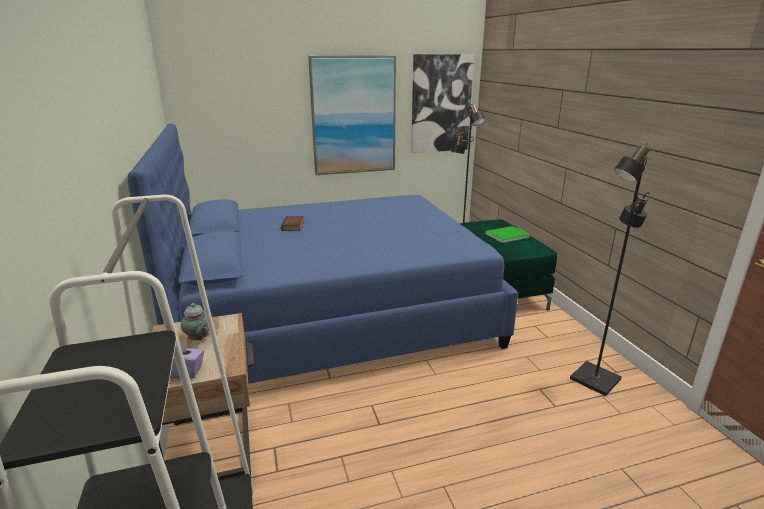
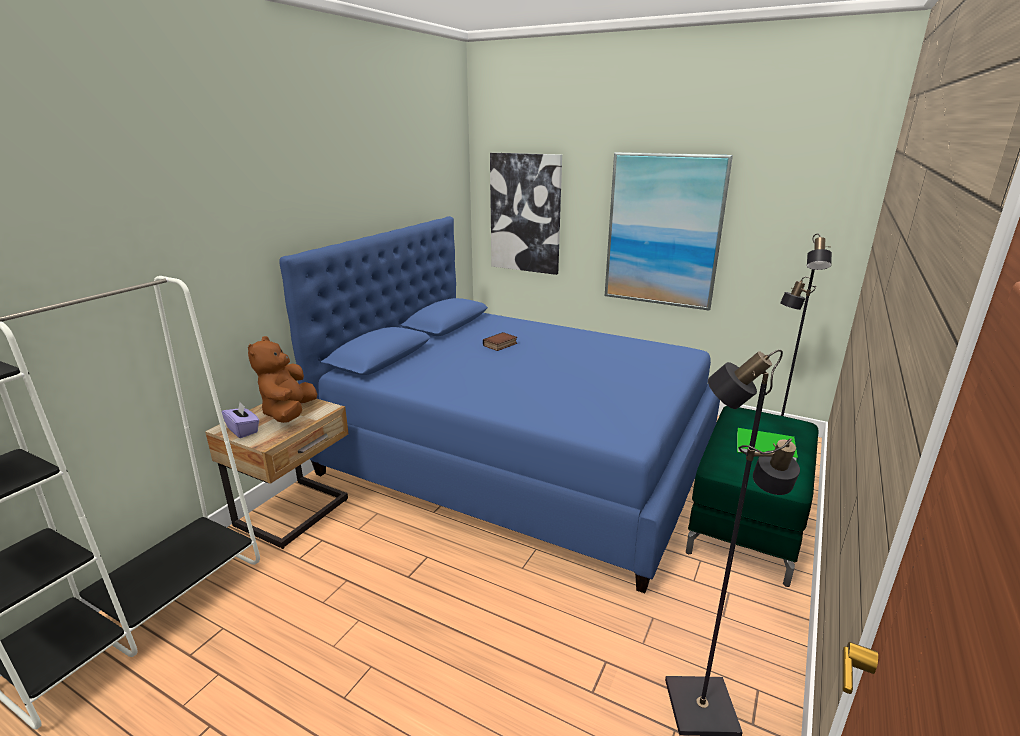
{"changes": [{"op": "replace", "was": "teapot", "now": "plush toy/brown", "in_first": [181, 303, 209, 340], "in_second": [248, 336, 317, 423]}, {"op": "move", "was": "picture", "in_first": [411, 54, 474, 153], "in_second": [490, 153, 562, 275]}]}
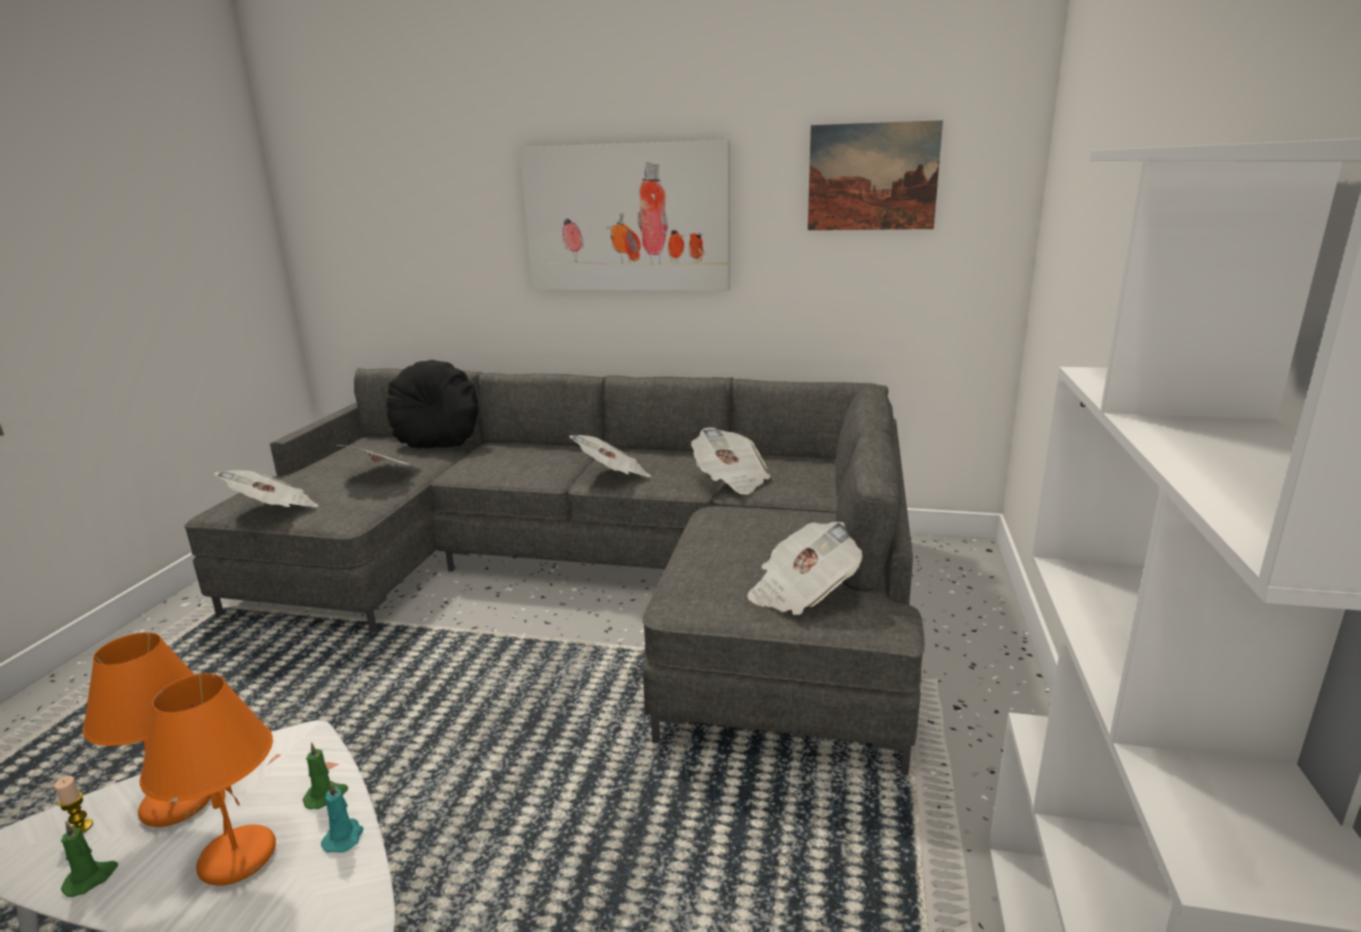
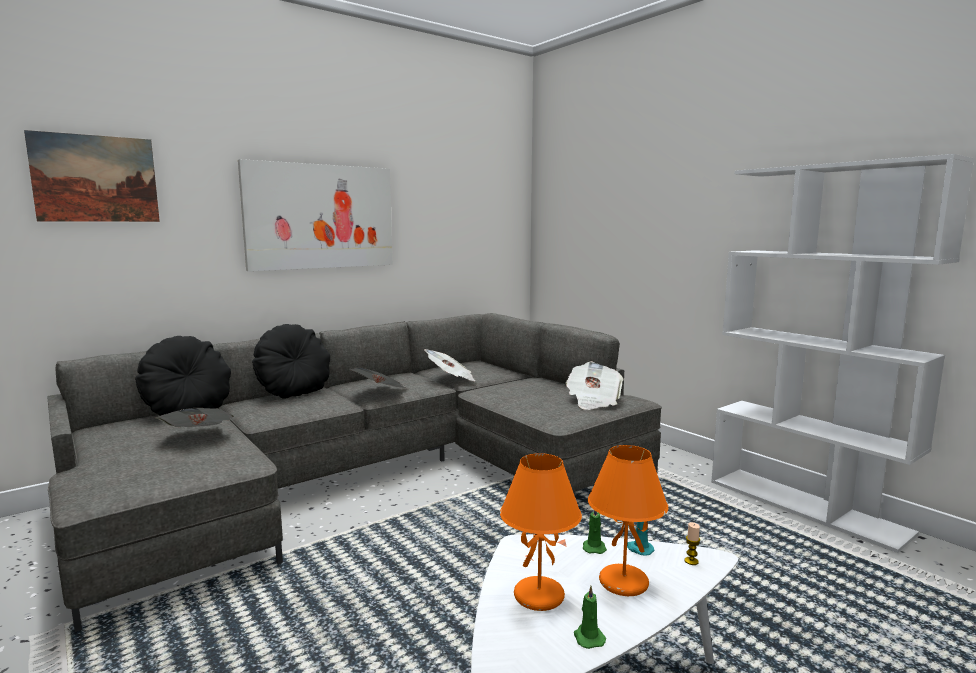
{"changes": [{"op": "move", "was": "picture", "in_first": [808, 120, 943, 230], "in_second": [24, 130, 160, 222]}, {"op": "insert", "now": "pillow/black", "in_second": [252, 324, 330, 399]}, {"op": "move", "was": "candle", "in_first": [54, 776, 93, 833], "in_second": [685, 522, 700, 565]}, {"op": "delete", "was": "newspaper", "in_first": [214, 470, 318, 507]}]}
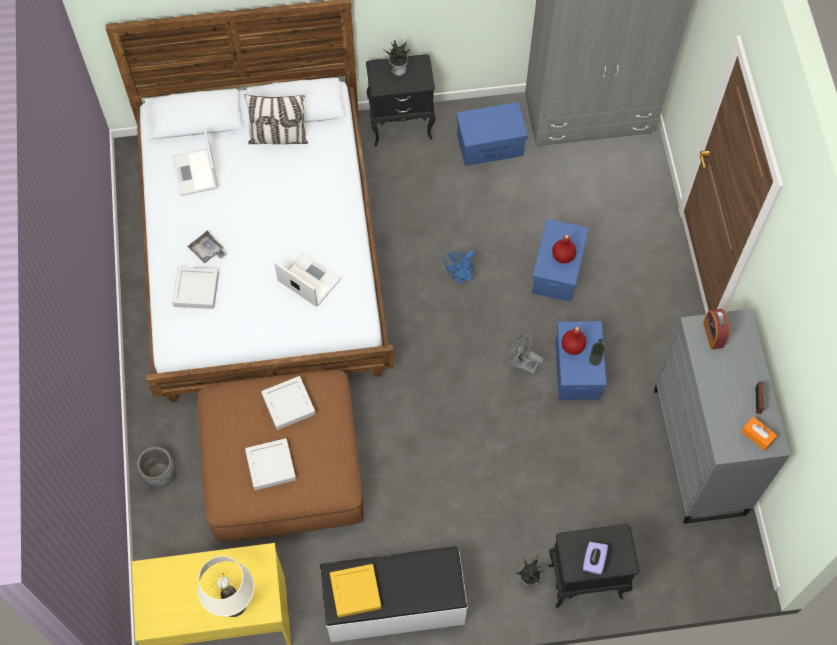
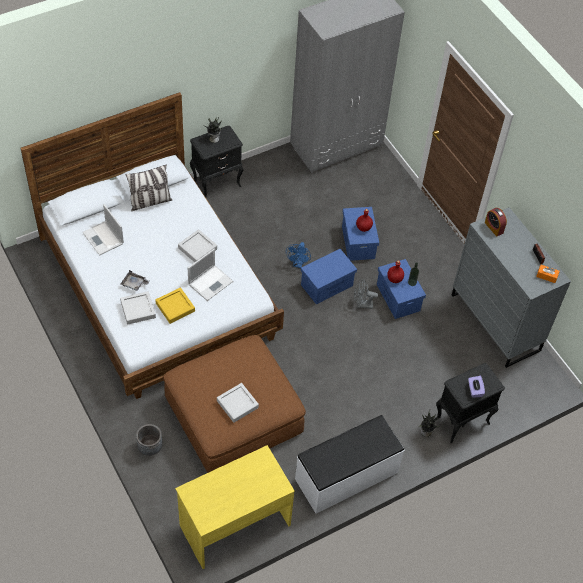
{"changes": [{"op": "move", "was": "tray/yellow", "in_first": [330, 564, 381, 618], "in_second": [155, 288, 195, 324]}, {"op": "move", "was": "tray/grey", "in_first": [261, 376, 316, 430], "in_second": [178, 229, 217, 262]}, {"op": "rotate", "was": "laptop", "in_first": [274, 252, 341, 307], "in_second": [188, 249, 233, 301], "clockwise": 120}, {"op": "move", "was": "storage box/blue", "in_first": [456, 102, 528, 166], "in_second": [301, 249, 357, 305]}, {"op": "delete", "was": "table lamp/white", "in_first": [197, 556, 254, 617]}]}
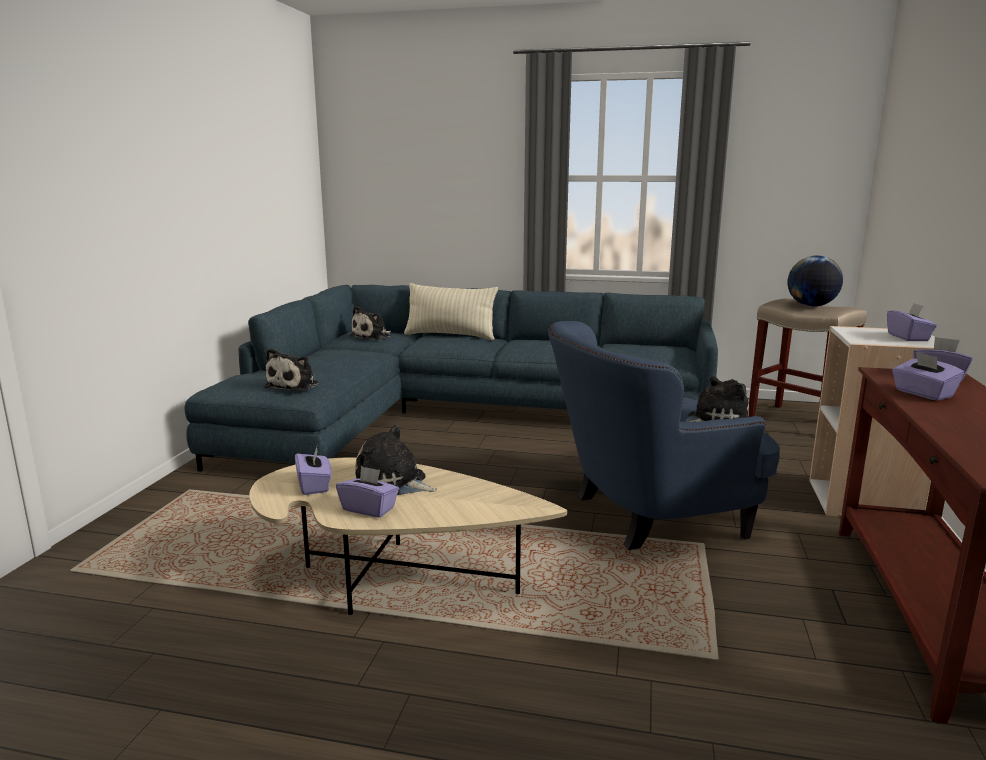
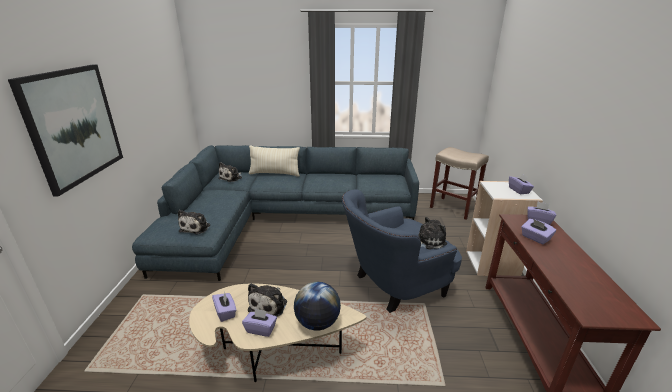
{"changes": [{"op": "insert", "now": "picture", "in_second": [8, 64, 123, 197]}, {"op": "rotate", "was": "plush toy", "in_first": [355, 425, 438, 495], "in_second": [248, 283, 287, 317], "clockwise": -90}, {"op": "move", "was": "globe", "in_first": [788, 255, 843, 307], "in_second": [294, 282, 341, 331]}]}
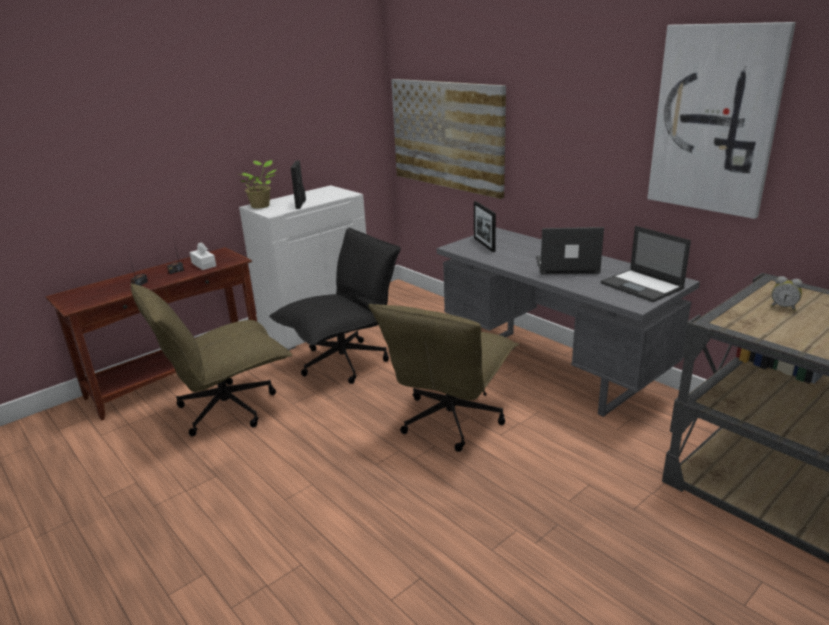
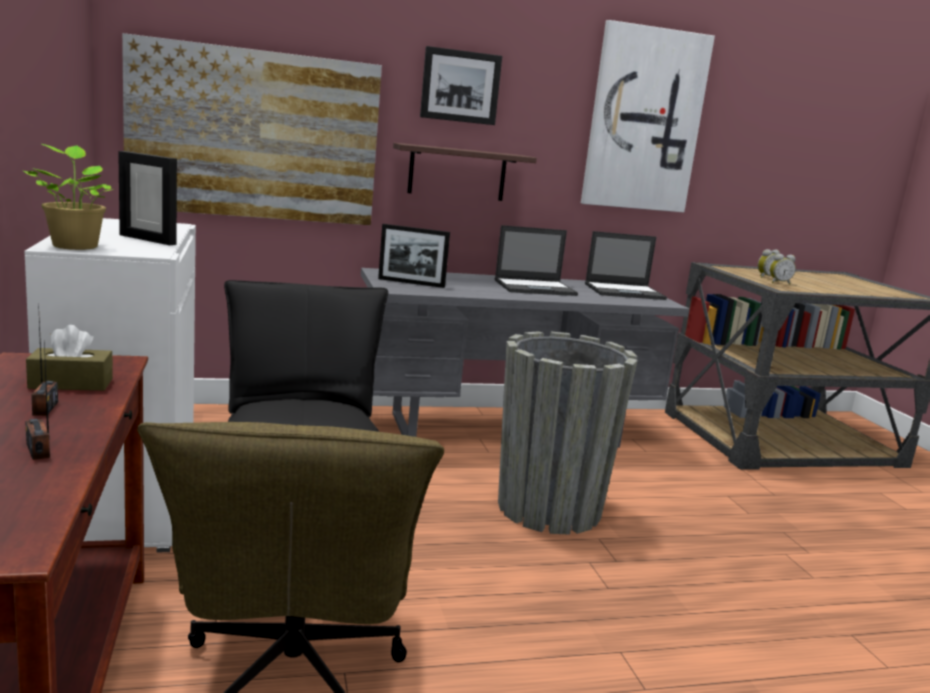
{"changes": [{"op": "recolor", "was": "tissue box/white", "now": "tissue box/brown", "in_first": [189, 242, 216, 270], "in_second": [26, 325, 113, 391]}, {"op": "insert", "now": "shelf", "in_second": [393, 143, 537, 201]}, {"op": "insert", "now": "picture", "in_second": [420, 46, 502, 125]}, {"op": "rotate", "was": "laptop", "in_first": [536, 227, 604, 275], "in_second": [495, 225, 578, 296], "clockwise": -135}, {"op": "replace", "was": "office chair/beige", "now": "planter/grey", "in_first": [368, 304, 519, 452], "in_second": [498, 331, 638, 535]}, {"op": "insert", "now": "alarm clock", "in_second": [770, 254, 796, 285]}]}
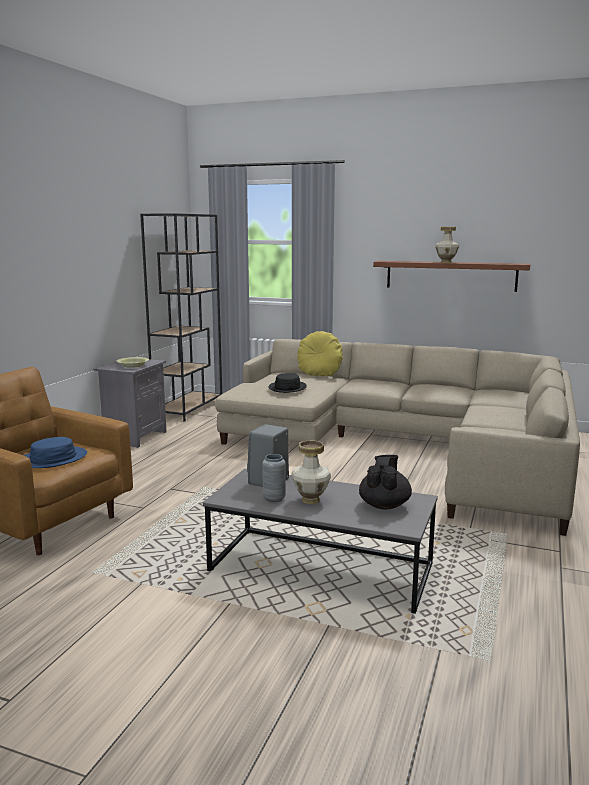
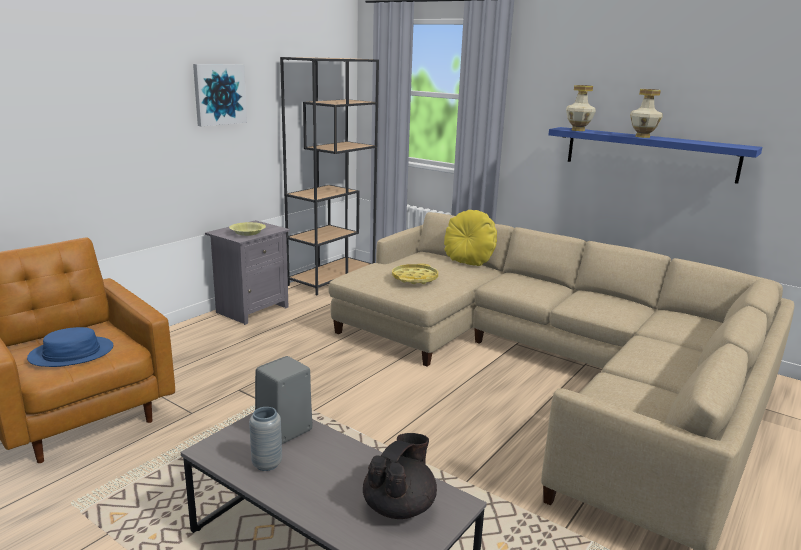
{"changes": [{"op": "insert", "now": "picture", "in_second": [193, 64, 247, 126]}, {"op": "replace", "was": "hat/black", "now": "tray/yellow", "in_first": [268, 373, 307, 393], "in_second": [392, 263, 438, 284]}, {"op": "recolor", "was": "shelf/brown", "now": "shelf/blue", "in_first": [373, 261, 531, 292], "in_second": [549, 127, 763, 184]}, {"op": "move", "was": "vase", "in_first": [291, 440, 331, 504], "in_second": [566, 85, 596, 131]}]}
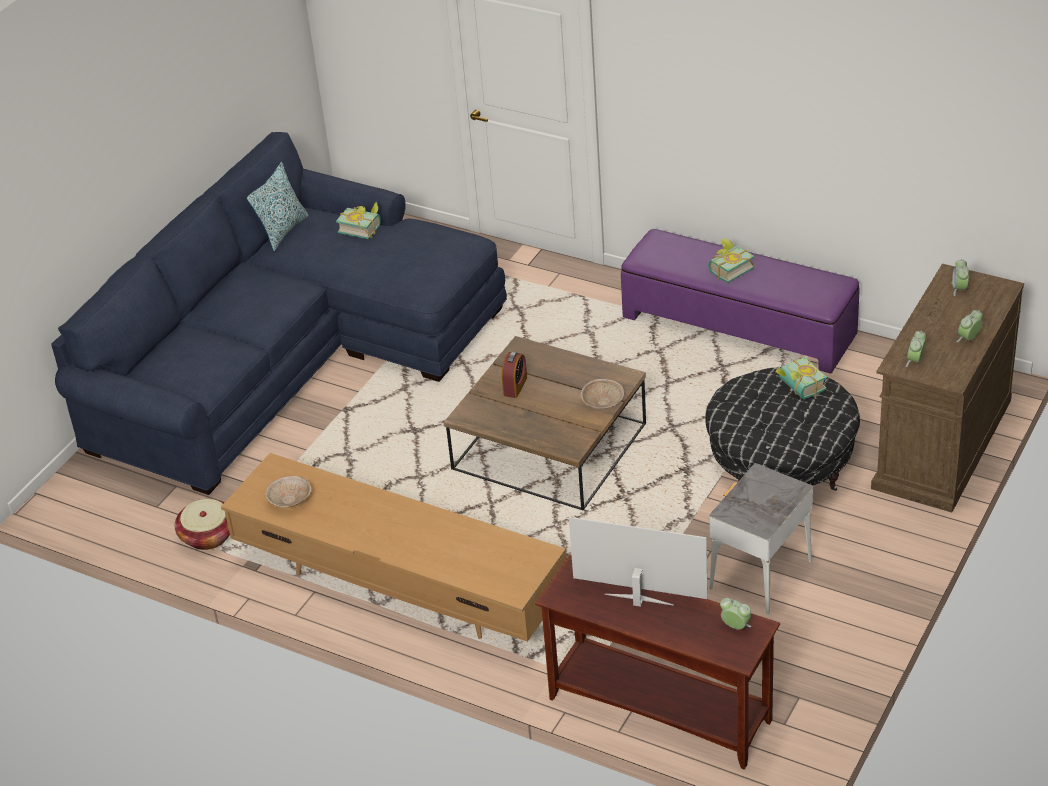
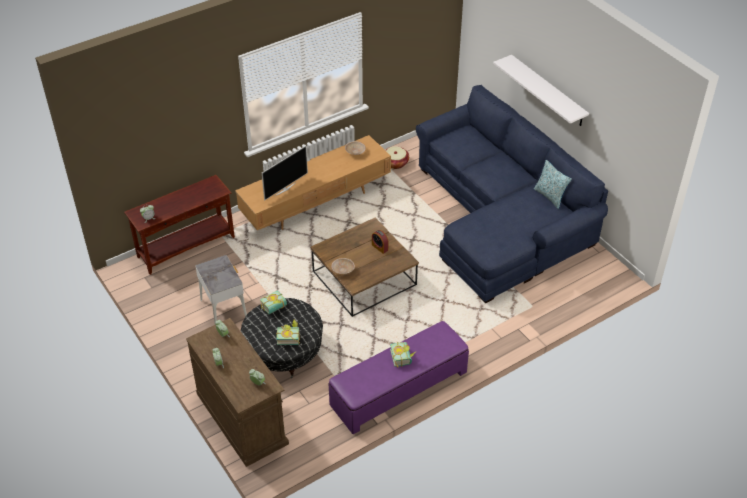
{"changes": [{"op": "move", "was": "book", "in_first": [336, 202, 381, 239], "in_second": [260, 291, 287, 314]}, {"op": "move", "was": "television", "in_first": [569, 517, 708, 607], "in_second": [262, 146, 308, 200]}, {"op": "insert", "now": "shelf/white", "in_second": [493, 55, 589, 126]}]}
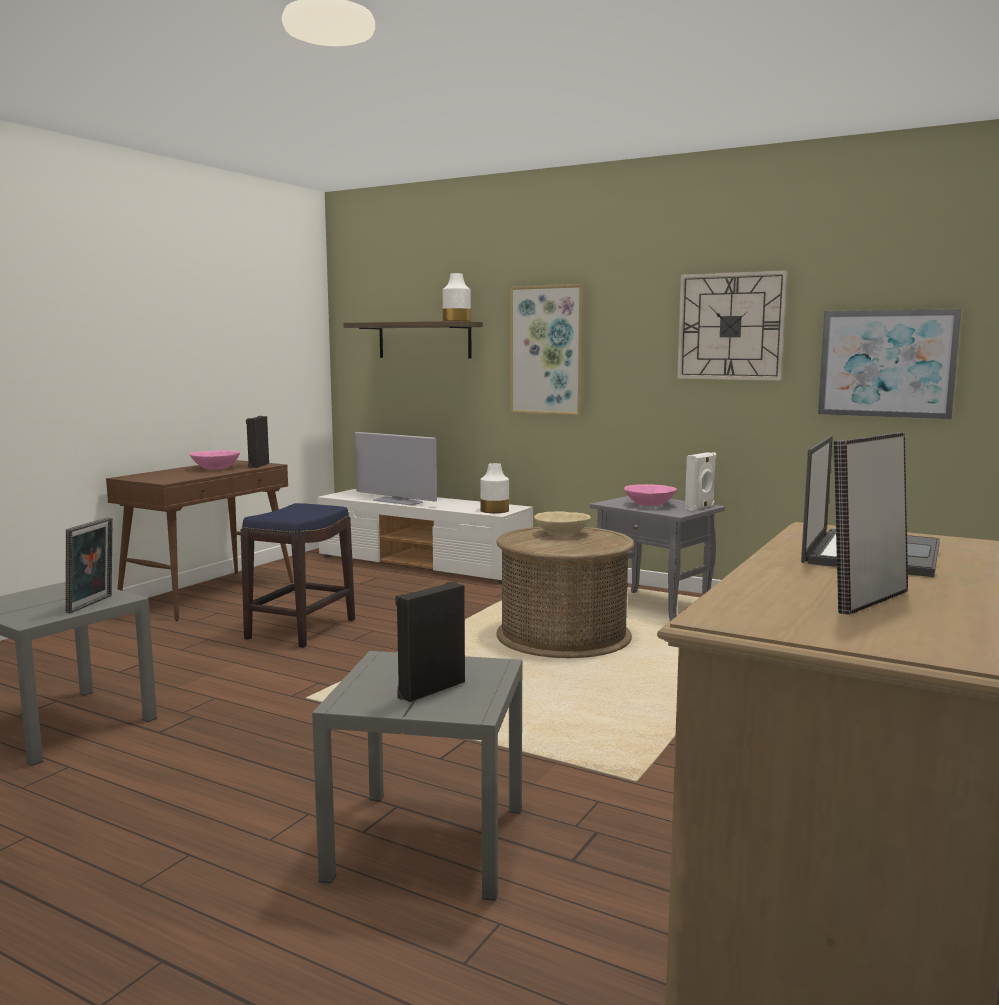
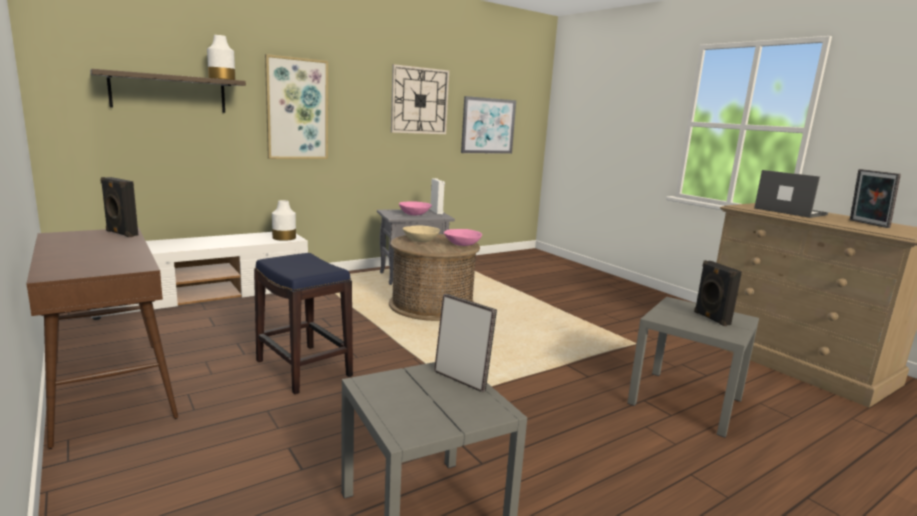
{"changes": [{"op": "move", "was": "bowl/pink", "in_first": [189, 450, 240, 469], "in_second": [444, 229, 482, 246]}, {"op": "delete", "was": "television", "in_first": [355, 432, 437, 505]}]}
